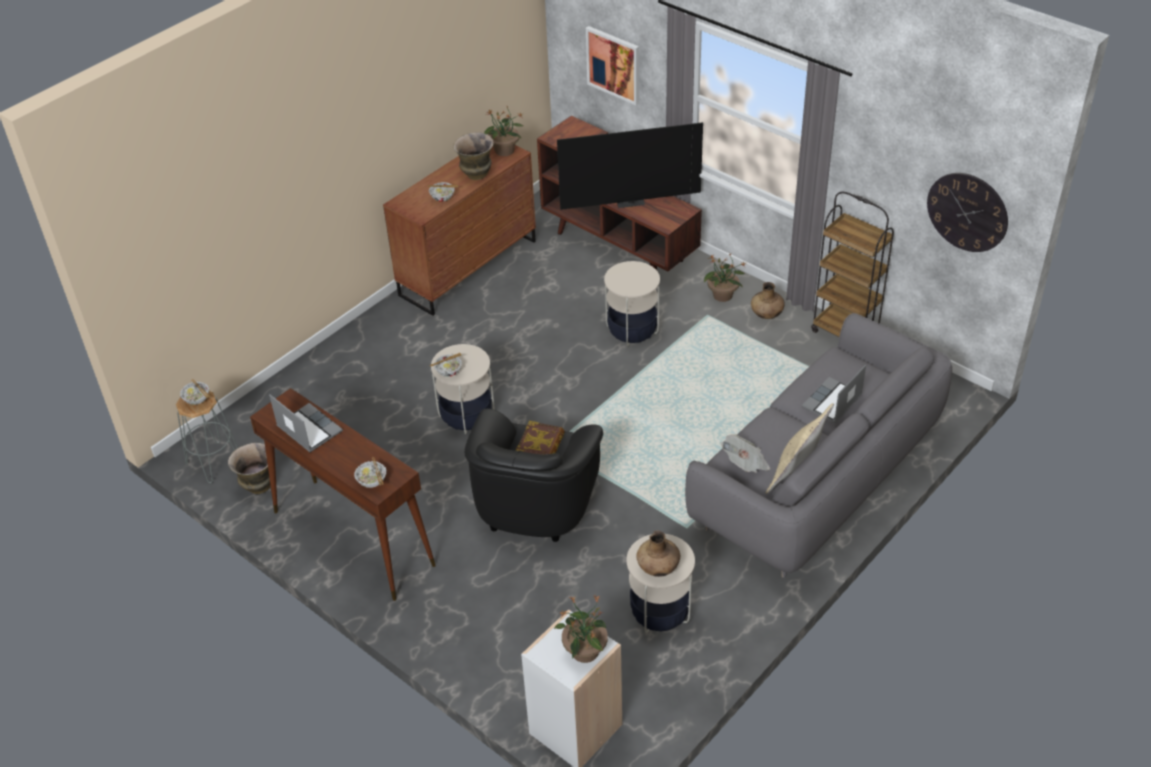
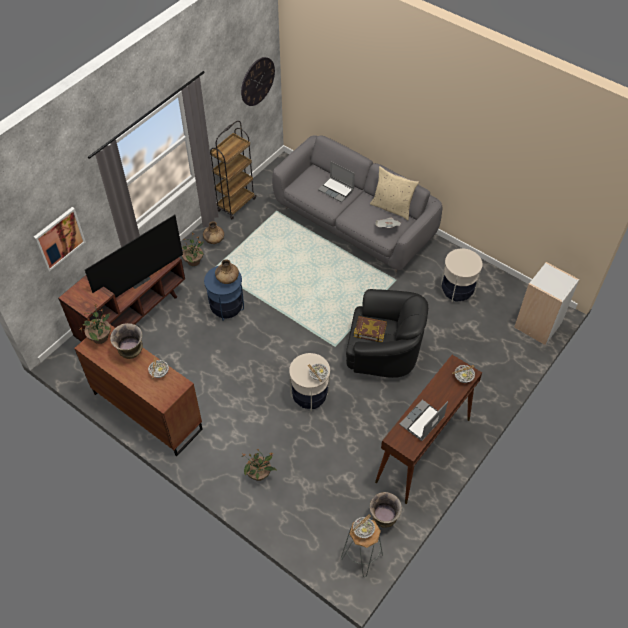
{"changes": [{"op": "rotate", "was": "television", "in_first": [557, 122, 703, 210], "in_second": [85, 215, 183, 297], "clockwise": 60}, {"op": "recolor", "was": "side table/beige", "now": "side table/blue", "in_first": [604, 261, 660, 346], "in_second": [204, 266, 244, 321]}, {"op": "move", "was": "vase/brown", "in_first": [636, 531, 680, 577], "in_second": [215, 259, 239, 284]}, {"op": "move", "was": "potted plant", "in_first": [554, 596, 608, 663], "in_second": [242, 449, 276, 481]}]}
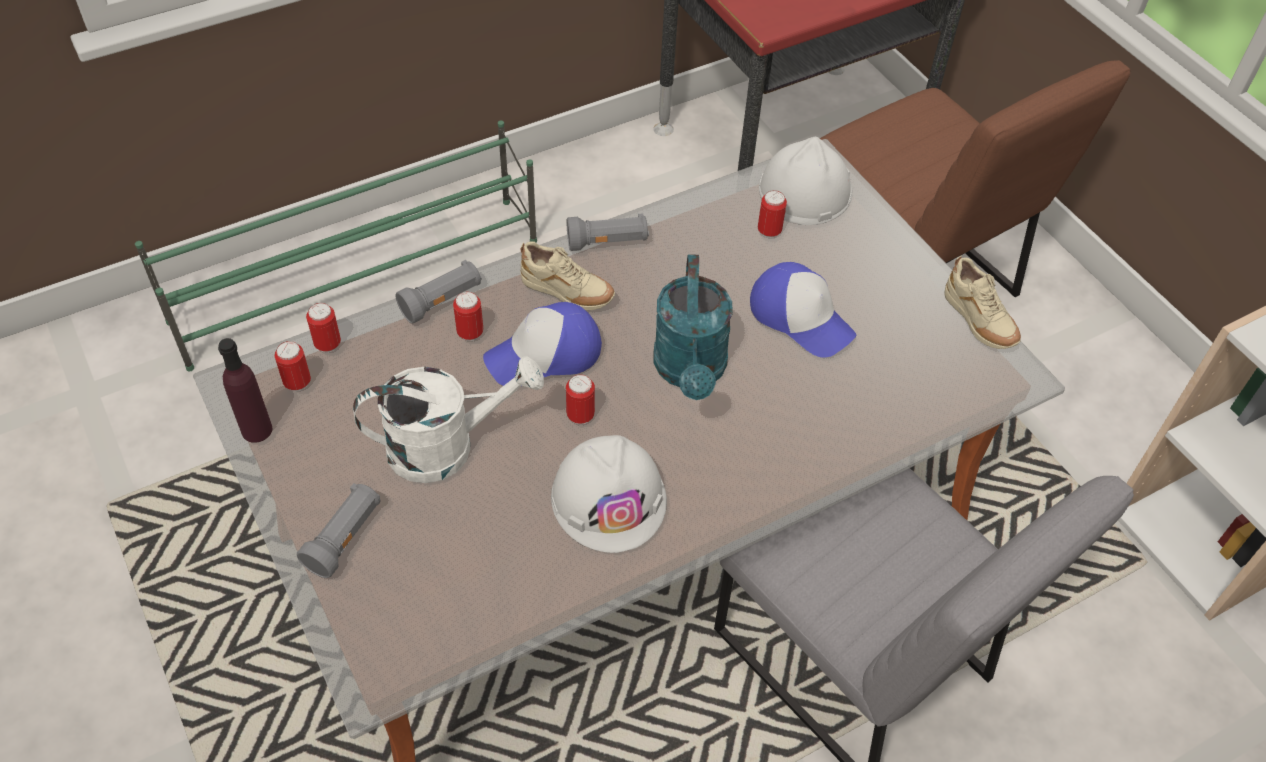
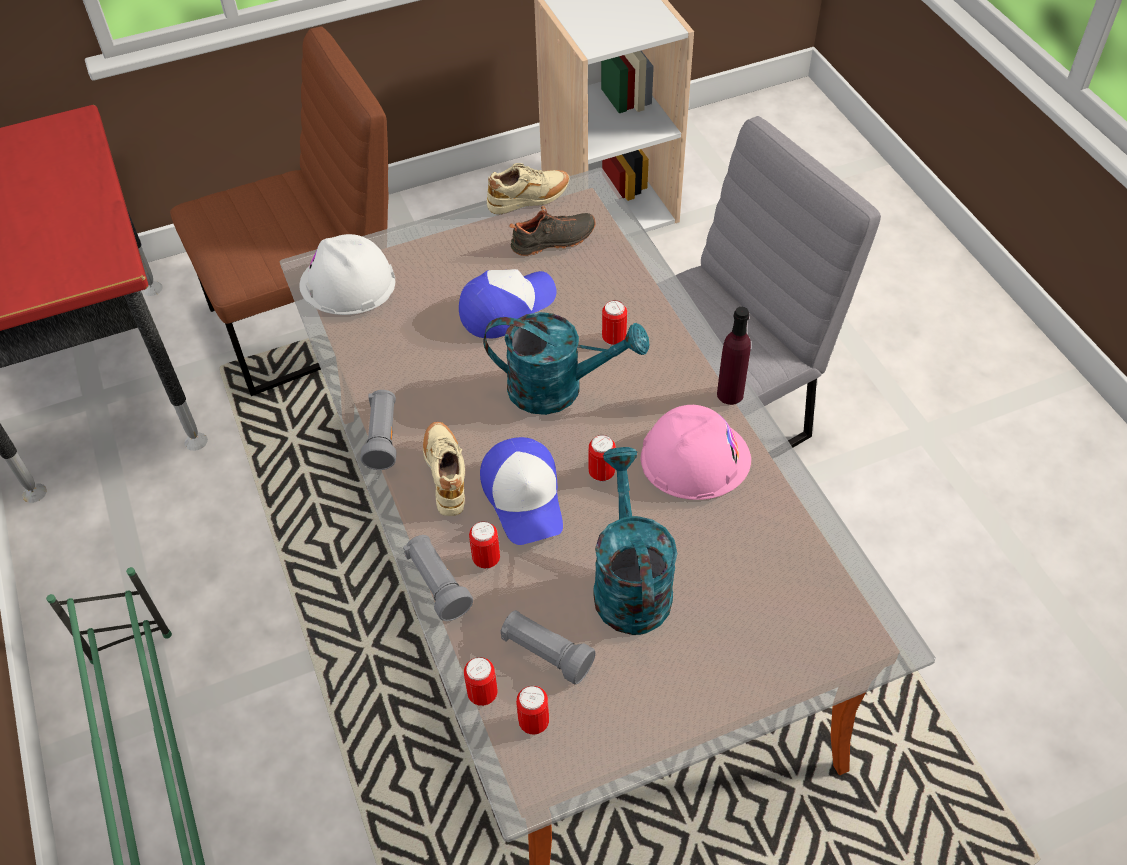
{"changes": [{"op": "rotate", "was": "shoe/beige", "in_first": [521, 241, 615, 310], "in_second": [423, 422, 465, 516], "clockwise": -45}, {"op": "move", "was": "flashlight/grey", "in_first": [297, 483, 381, 578], "in_second": [501, 610, 596, 684]}, {"op": "insert", "now": "shoe/black", "in_second": [509, 206, 596, 256]}, {"op": "recolor", "was": "watering can/white", "now": "watering can/turquoise", "in_first": [353, 356, 544, 483], "in_second": [593, 447, 677, 635]}, {"op": "move", "was": "can", "in_first": [758, 190, 787, 238], "in_second": [602, 300, 627, 346]}, {"op": "recolor", "was": "hard hat/white", "now": "hard hat/pink", "in_first": [551, 435, 667, 553], "in_second": [641, 405, 751, 500]}, {"op": "move", "was": "bottle/purple", "in_first": [218, 338, 272, 443], "in_second": [717, 307, 751, 405]}]}
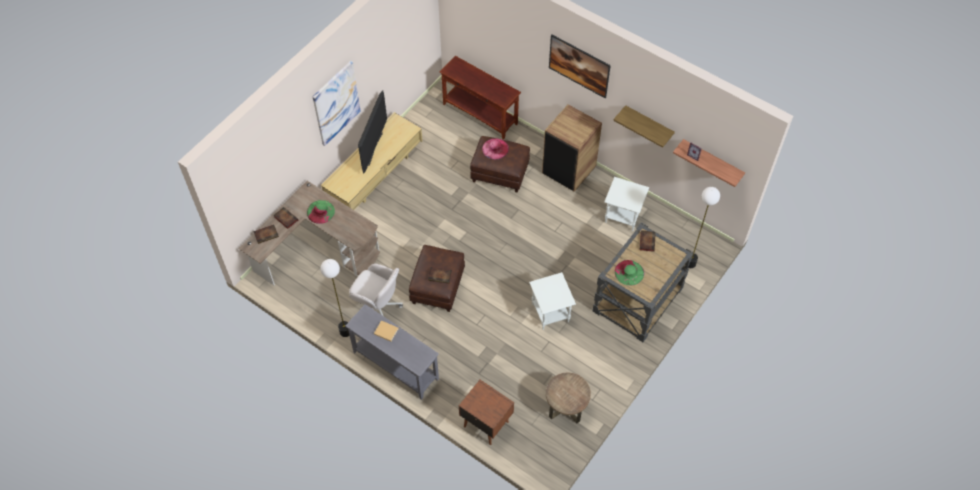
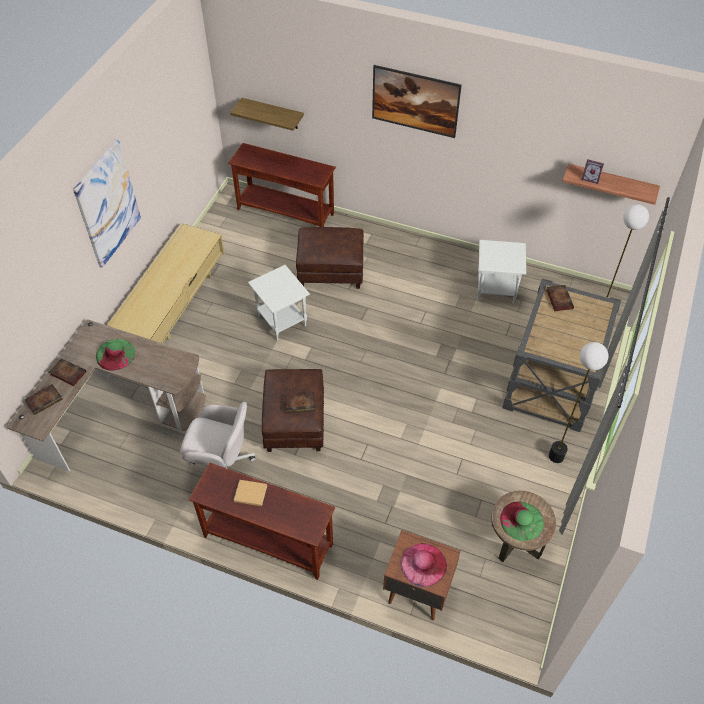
{"changes": [{"op": "recolor", "was": "console table/grey", "now": "console table/brown", "in_first": [345, 304, 439, 400], "in_second": [189, 462, 335, 580]}, {"op": "move", "was": "shelf", "in_first": [613, 105, 675, 148], "in_second": [230, 98, 304, 131]}, {"op": "move", "was": "side table/white", "in_first": [529, 272, 576, 330], "in_second": [248, 265, 310, 341]}, {"op": "move", "was": "hat/pink", "in_first": [482, 138, 509, 160], "in_second": [401, 543, 447, 587]}, {"op": "move", "was": "hat/green", "in_first": [615, 260, 644, 285], "in_second": [500, 502, 544, 541]}, {"op": "move", "was": "floor lamp", "in_first": [321, 259, 349, 337], "in_second": [549, 342, 608, 463]}, {"op": "delete", "was": "television", "in_first": [358, 91, 387, 174]}, {"op": "delete", "was": "cabinet/brown", "in_first": [542, 104, 602, 192]}]}
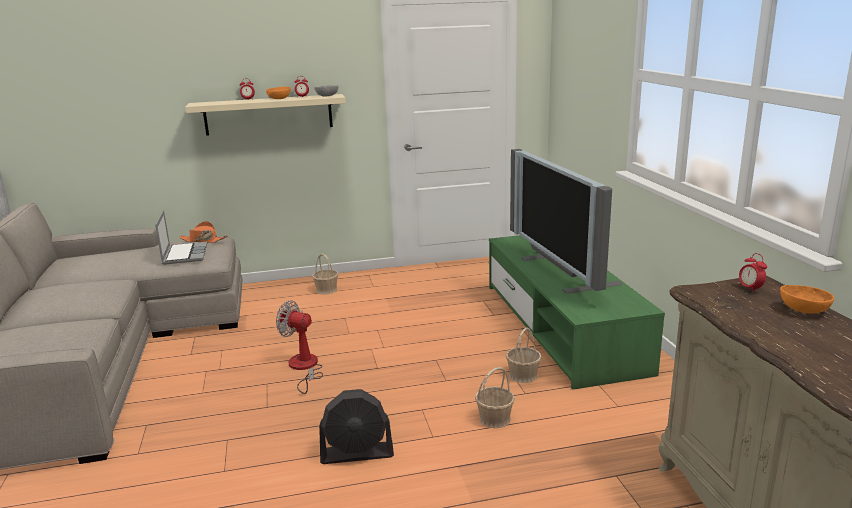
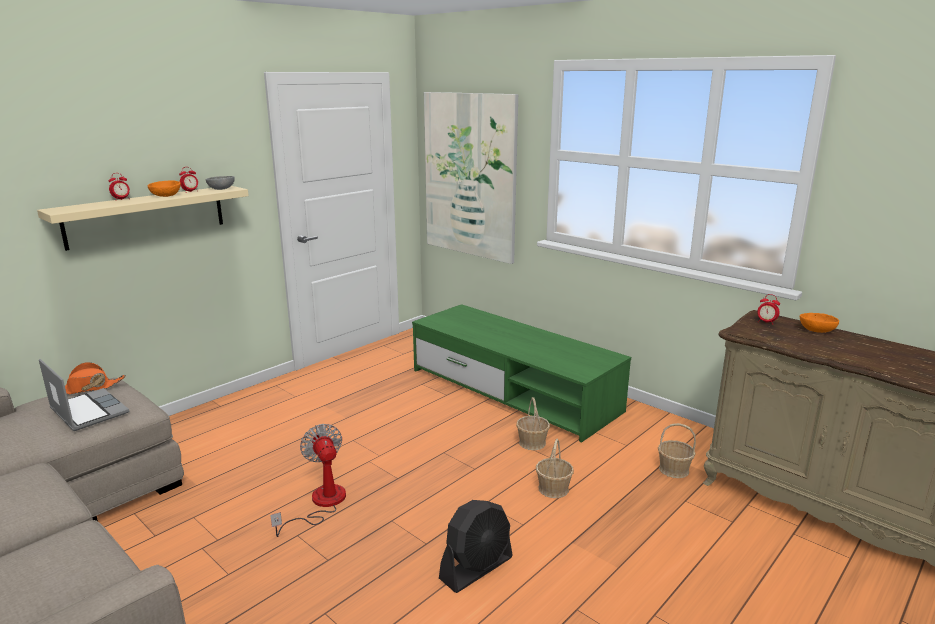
{"changes": [{"op": "rotate", "was": "fan", "in_first": [276, 300, 323, 394], "in_second": [270, 424, 346, 537], "clockwise": 75}, {"op": "insert", "now": "picture", "in_second": [424, 92, 518, 264]}, {"op": "move", "was": "basket", "in_first": [312, 254, 339, 294], "in_second": [658, 423, 696, 478]}, {"op": "delete", "was": "television", "in_first": [510, 149, 622, 294]}]}
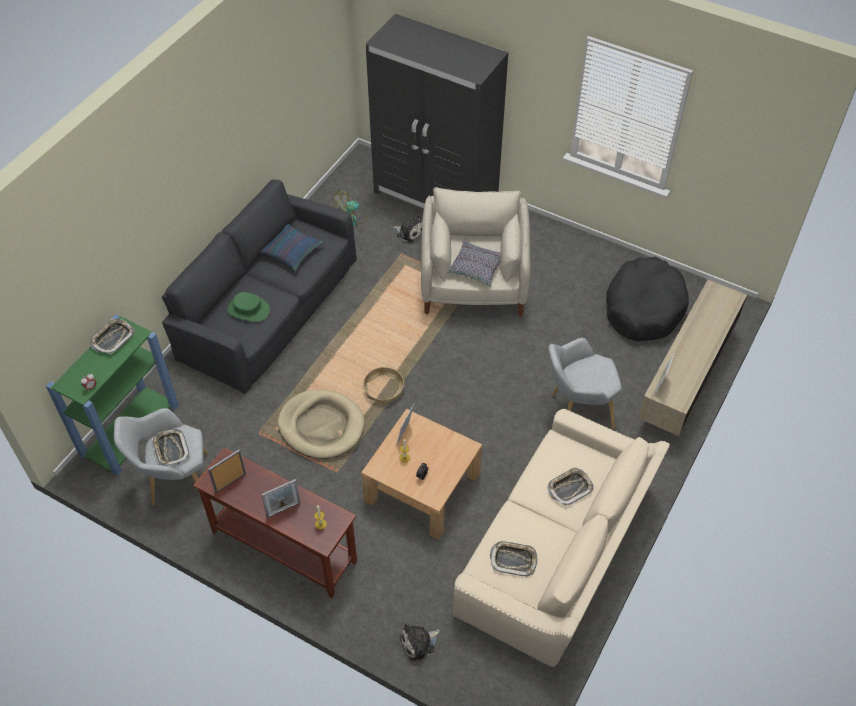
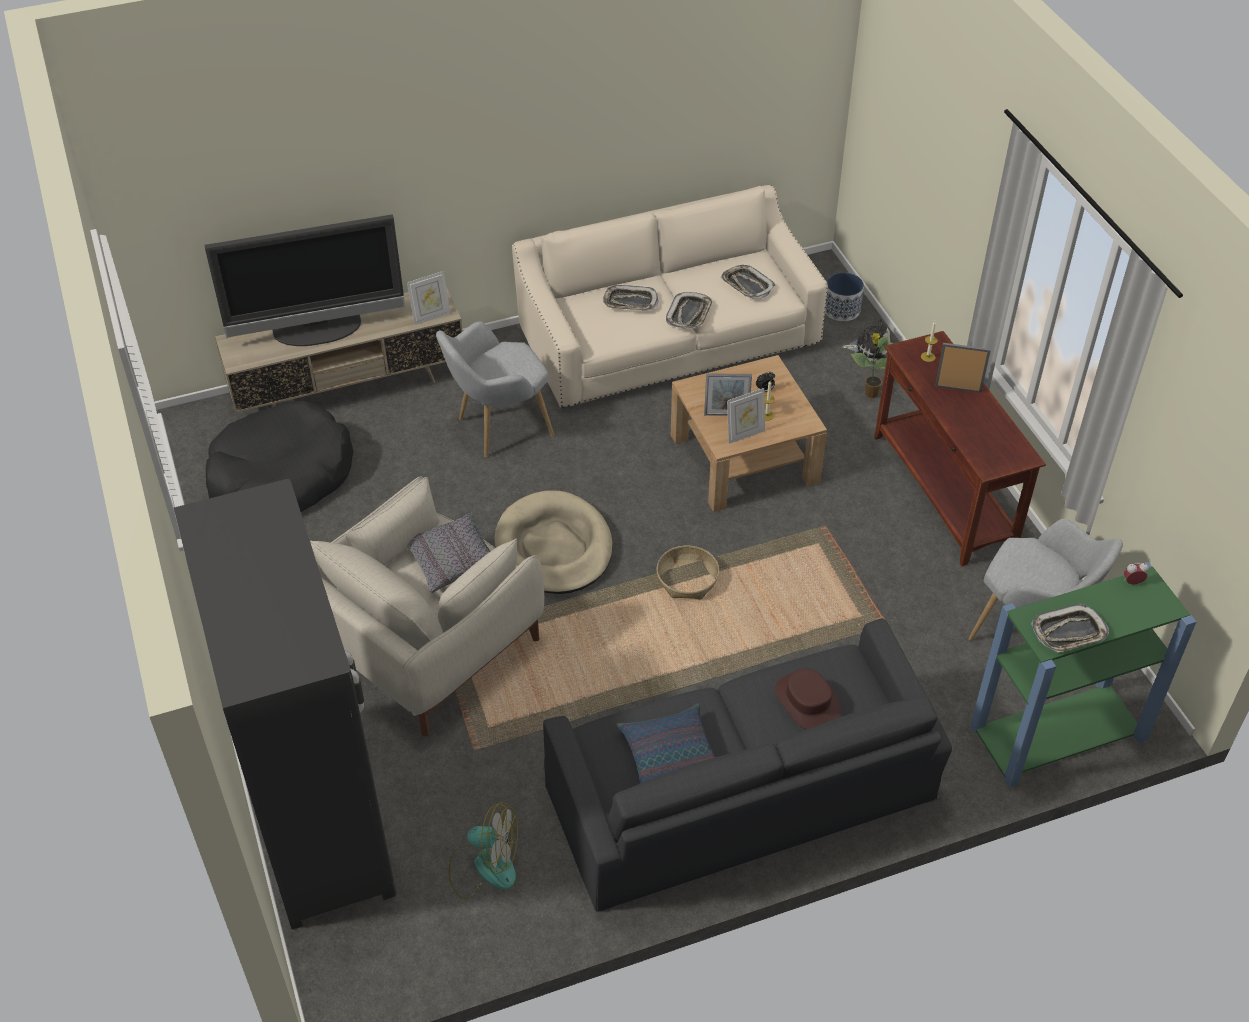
{"changes": [{"op": "insert", "now": "television", "in_second": [204, 214, 405, 346]}, {"op": "rotate", "was": "armchair/grey", "in_first": [549, 338, 622, 429], "in_second": [436, 321, 555, 458], "clockwise": 120}, {"op": "move", "was": "dog bed/beige", "in_first": [277, 389, 365, 459], "in_second": [494, 491, 613, 594]}, {"op": "move", "was": "tray", "in_first": [152, 429, 190, 467], "in_second": [666, 292, 712, 329]}, {"op": "move", "was": "picture frame", "in_first": [208, 450, 246, 493], "in_second": [704, 373, 752, 416]}, {"op": "recolor", "was": "hat/green", "now": "hat/brown", "in_first": [227, 292, 270, 322], "in_second": [775, 668, 841, 730]}, {"op": "insert", "now": "planter", "in_second": [825, 272, 864, 321]}, {"op": "insert", "now": "potted plant", "in_second": [851, 333, 893, 398]}, {"op": "delete", "was": "plush toy", "in_first": [393, 216, 422, 244]}]}
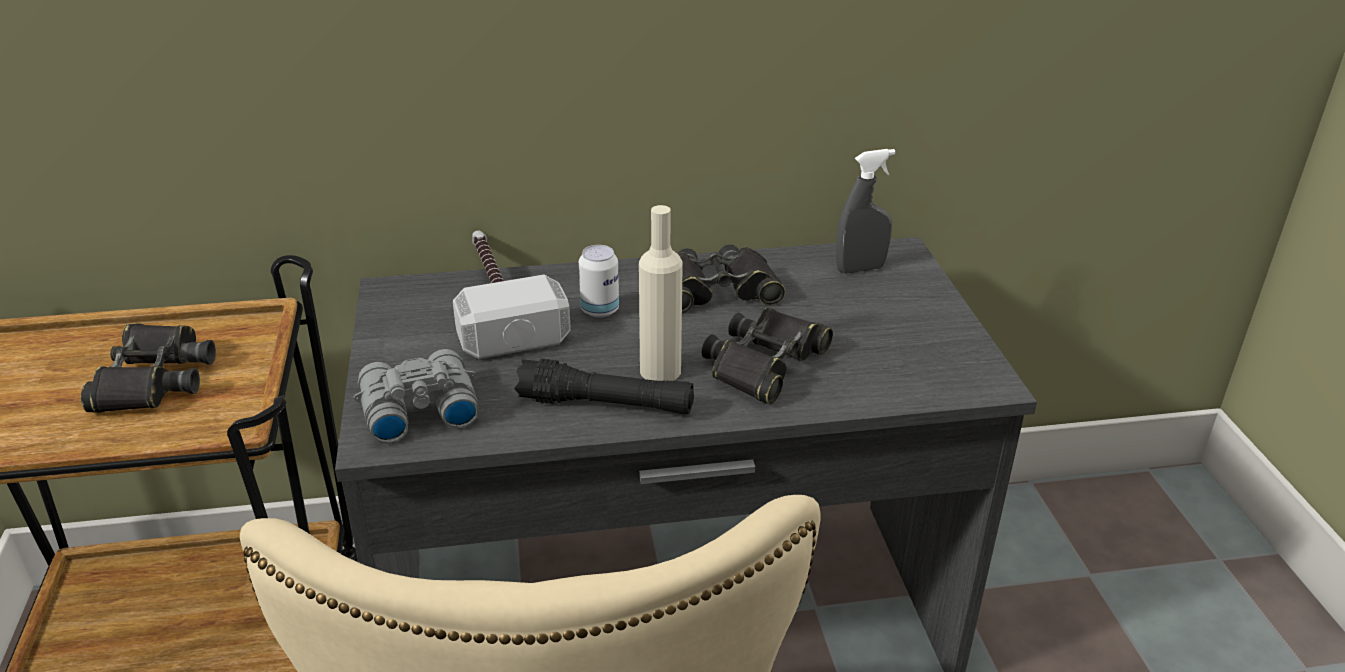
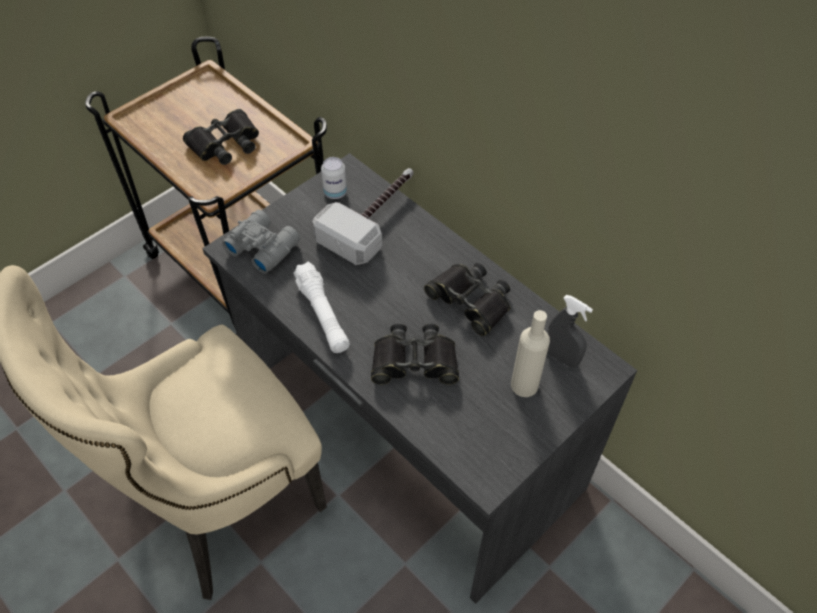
{"changes": [{"op": "recolor", "was": "flashlight/black", "now": "flashlight/white", "in_first": [515, 359, 694, 415], "in_second": [293, 262, 350, 353]}, {"op": "move", "was": "can", "in_first": [579, 245, 619, 318], "in_second": [321, 157, 347, 199]}, {"op": "move", "was": "bottle/beige", "in_first": [639, 205, 683, 381], "in_second": [511, 310, 550, 397]}]}
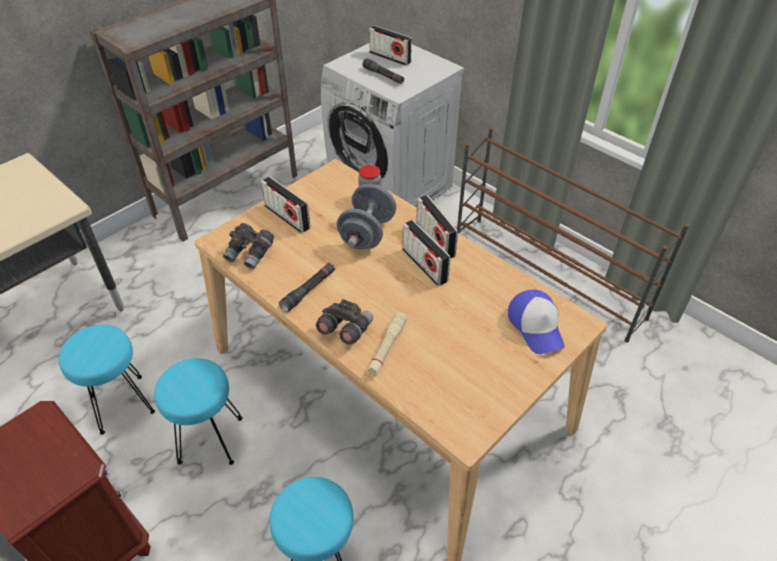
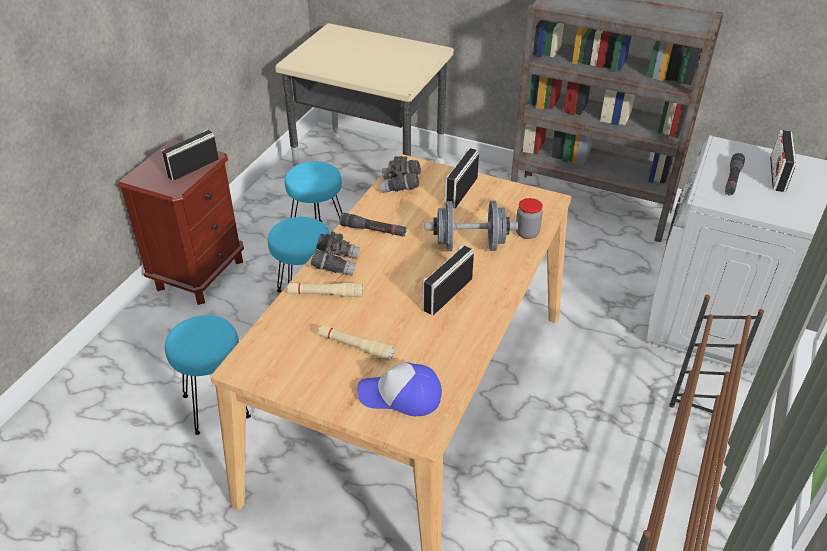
{"changes": [{"op": "move", "was": "radio", "in_first": [416, 195, 458, 258], "in_second": [161, 129, 219, 181]}, {"op": "insert", "now": "flashlight/beige", "in_second": [318, 325, 394, 361]}, {"op": "rotate", "was": "cap", "in_first": [508, 290, 565, 354], "in_second": [357, 362, 442, 416], "clockwise": 45}]}
